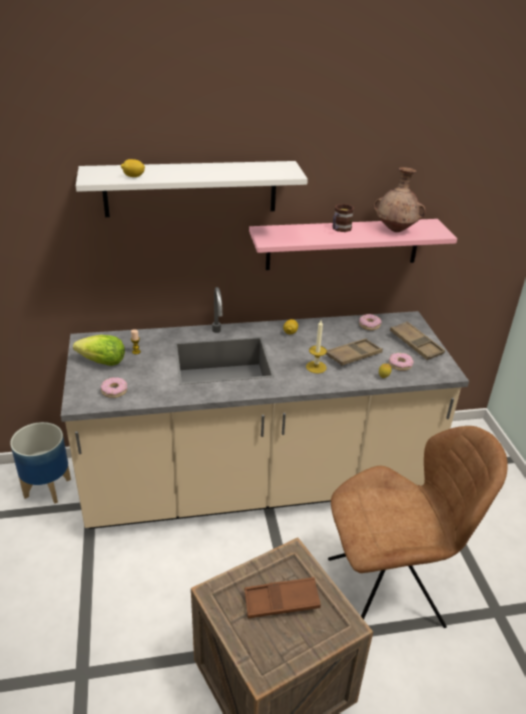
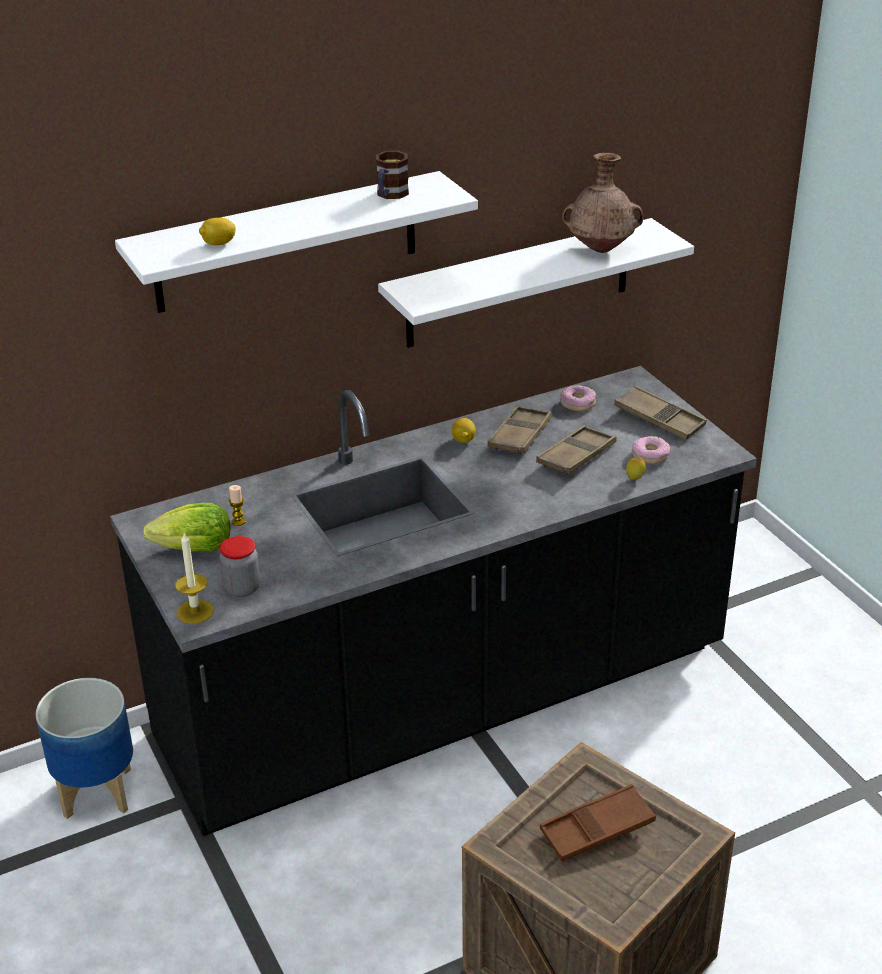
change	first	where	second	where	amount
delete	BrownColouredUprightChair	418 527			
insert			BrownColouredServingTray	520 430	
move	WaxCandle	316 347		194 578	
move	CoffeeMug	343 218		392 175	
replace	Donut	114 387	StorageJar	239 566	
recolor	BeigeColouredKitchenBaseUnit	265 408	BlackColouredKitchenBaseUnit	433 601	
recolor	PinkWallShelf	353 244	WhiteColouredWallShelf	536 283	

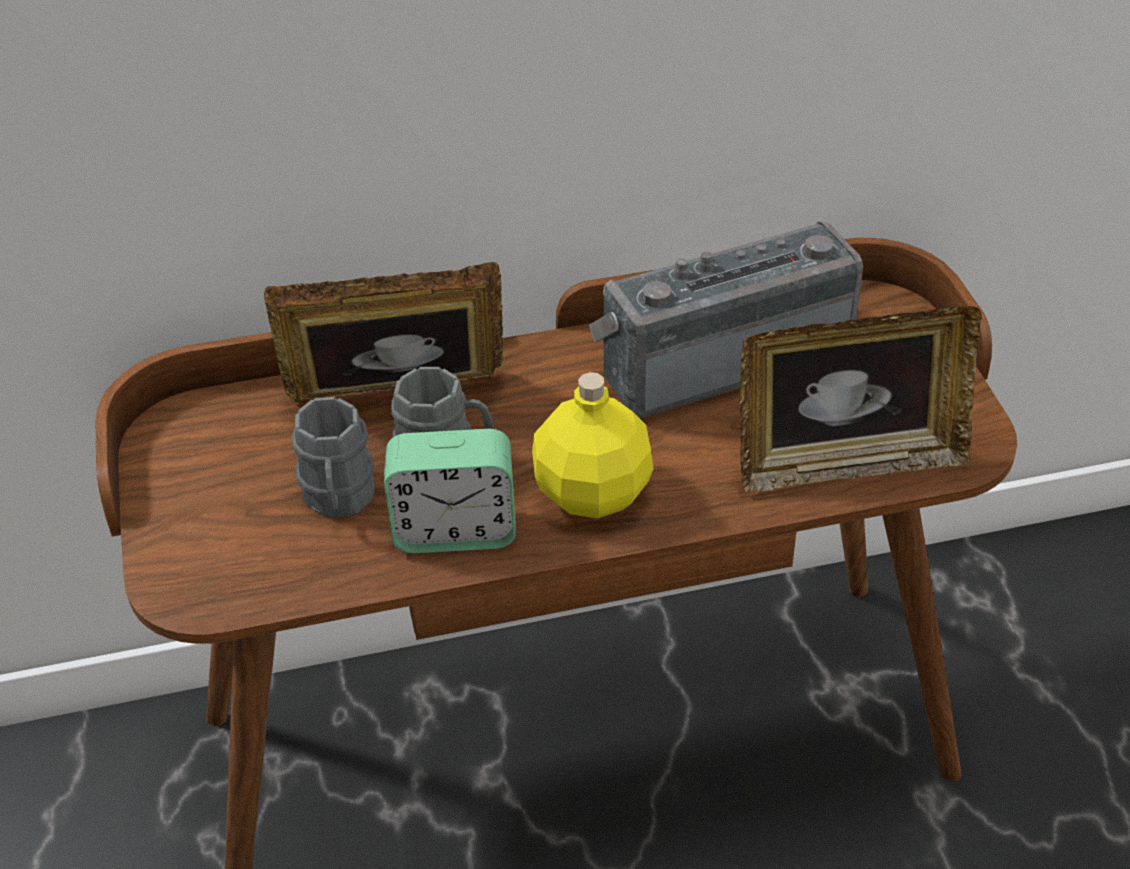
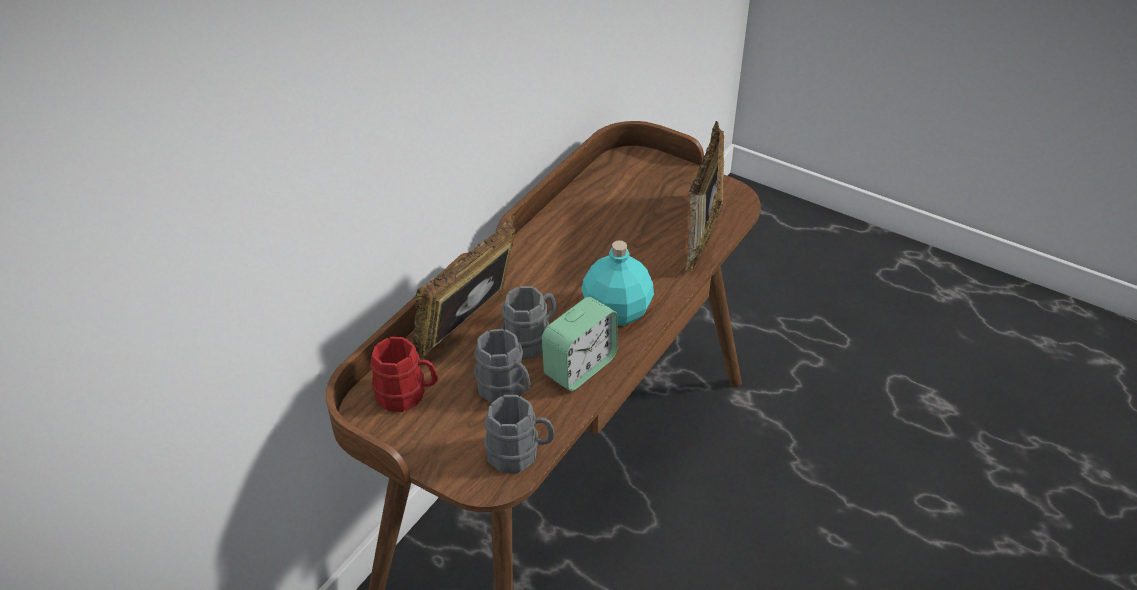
change	first	where	second	where	amount
delete	RadioReceiver	726 319			
insert			RedCoffeeMug	404 374	
insert			GreyishCoffeeMug	519 434	
recolor	YellowColouredBeverageBottle	592 445	BlueGreenBeverageBottle	618 283	
rotate	PictureFrame	861 399		703 197	150 degrees clockwise

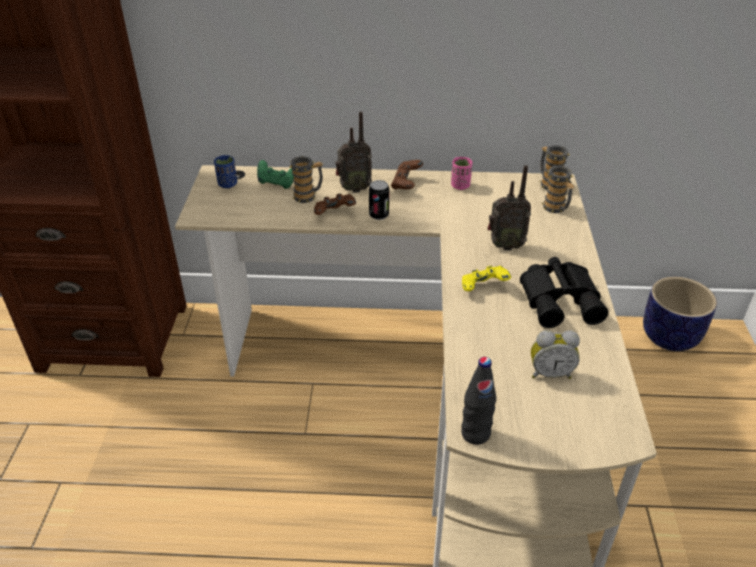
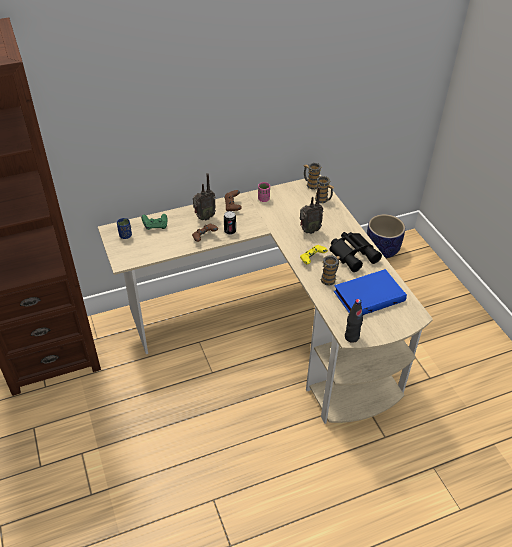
change	first	where	second	where	amount
move	CoffeeMug	306 179		330 270	
replace	TableClock	555 354	BluishBoundBook	370 292	

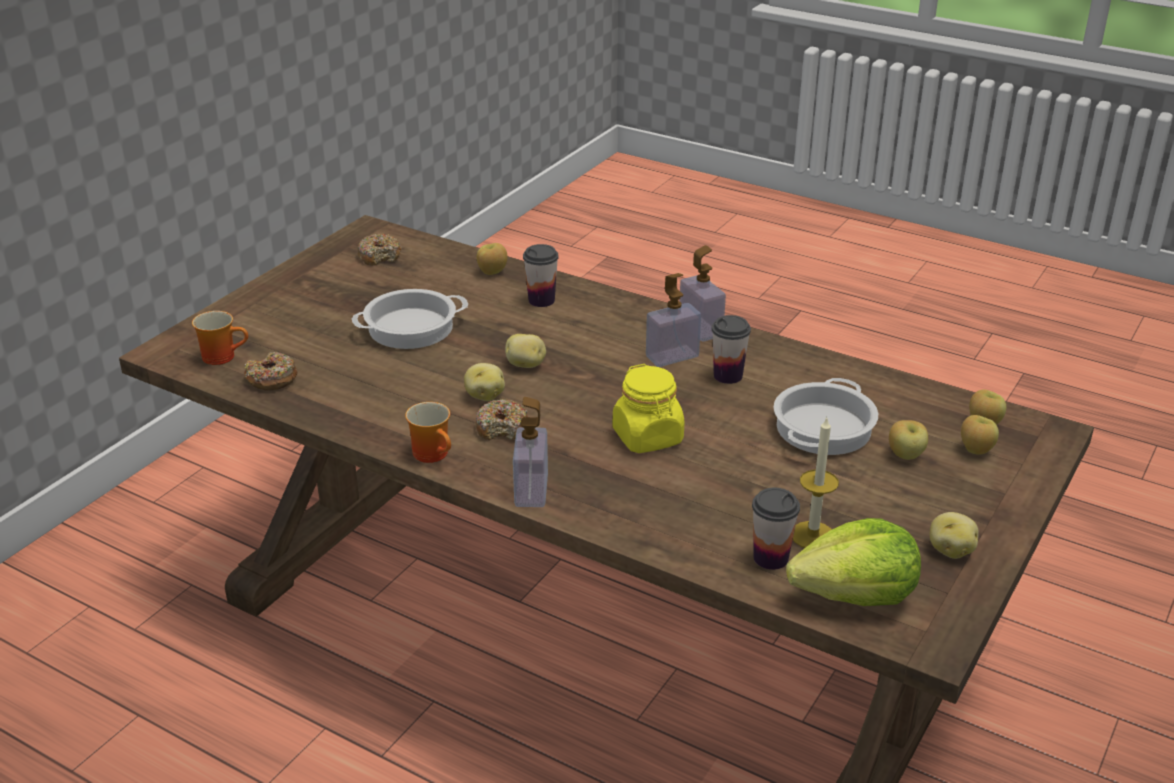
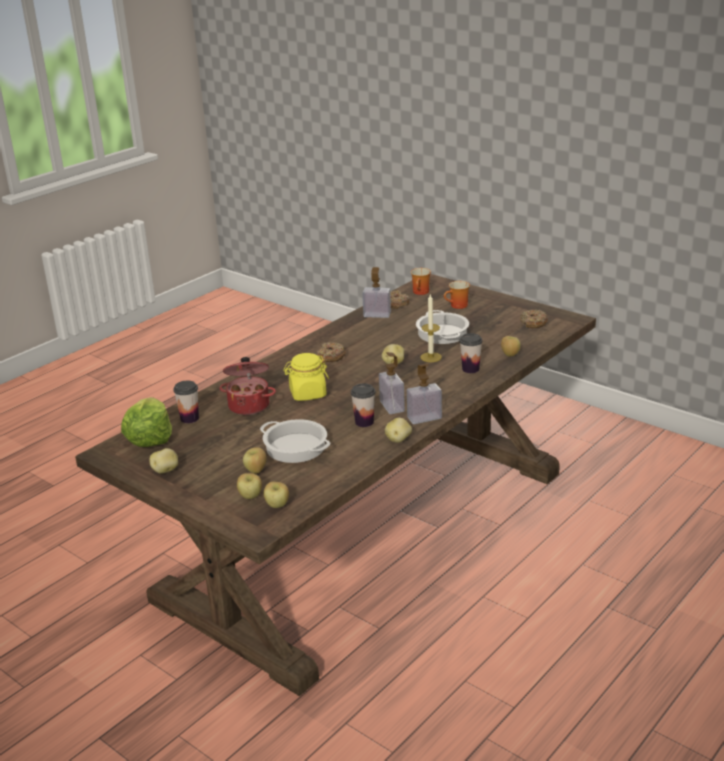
change	first	where	second	where	amount
insert			CookingPot	247 386	
move	CoffeeMug	428 432		457 295	
move	Spud	484 382		398 430	
move	LiquidSoapBottle	530 452		376 292	
move	WaxCandle	816 483		431 328	

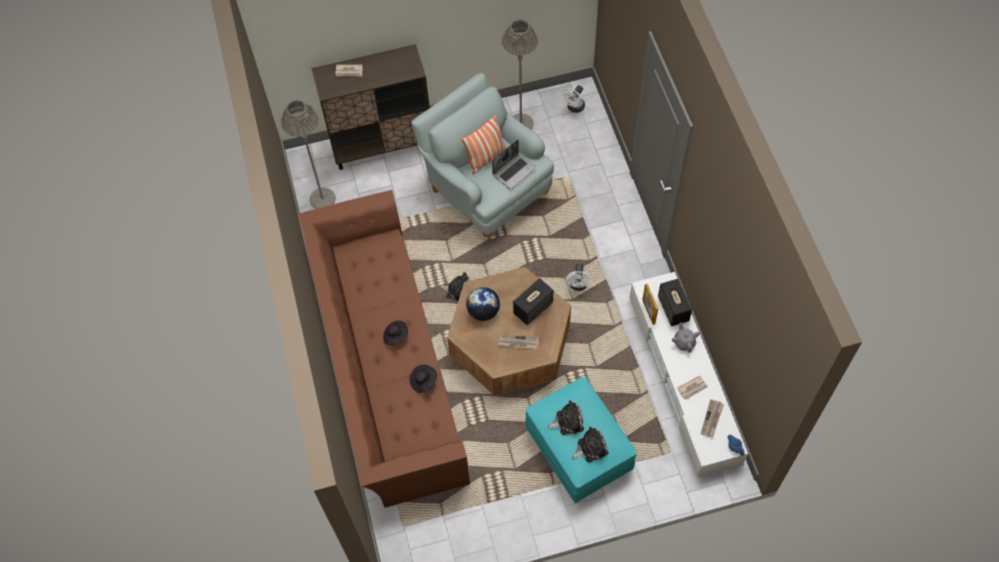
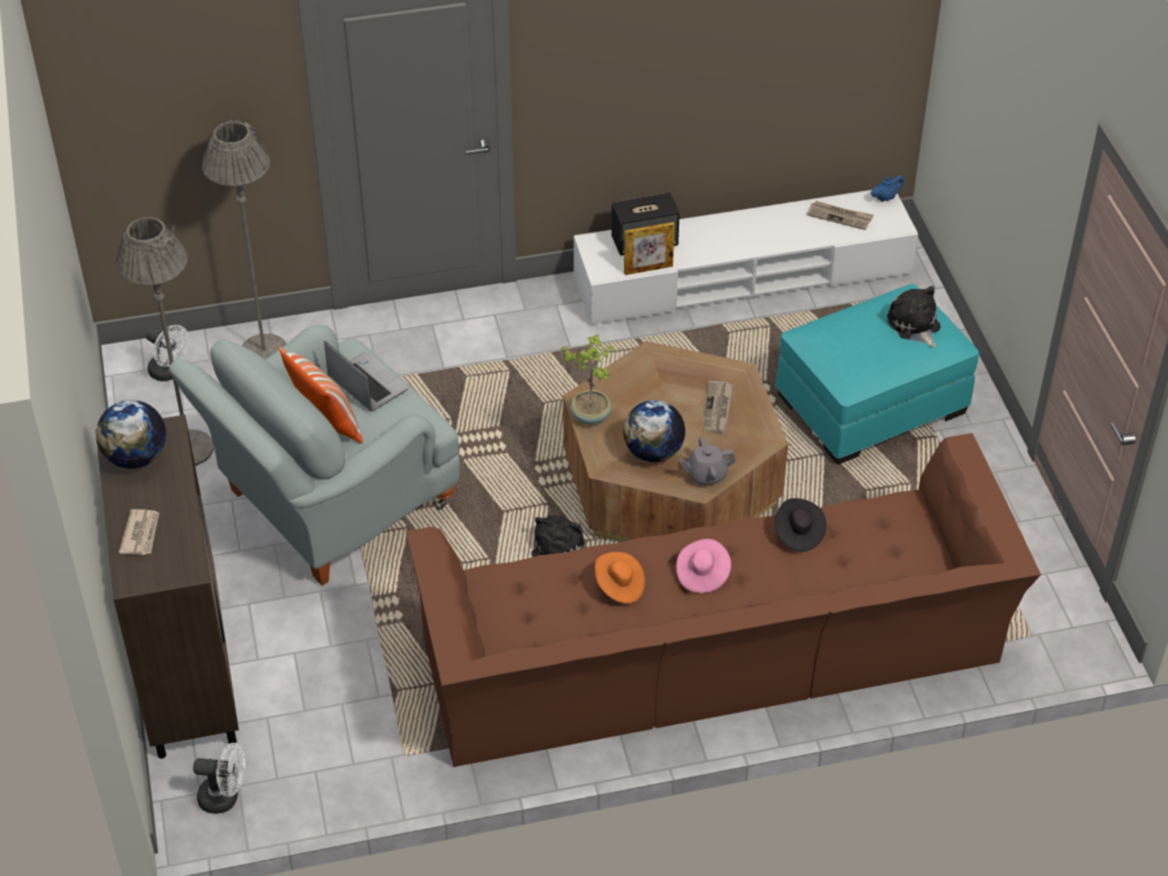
change	first	where	second	where	amount
delete	Loudspeaker	533 301			
delete	SoftToy	566 417			
delete	PrintedPaper	692 388			
insert			WorldGlobe	131 434	
insert			PlantInAPot	588 380	
insert			OrangeColouredWearableHat	620 578	
move	GreyishStandardLamp	308 154		244 239	
move	WhiteColouredElectricFan	578 277		219 778	
move	GreyishPotForTea	686 337		707 461	
recolor	BlackColouredWearableHat	395 332	PinkWearableHat	703 566	

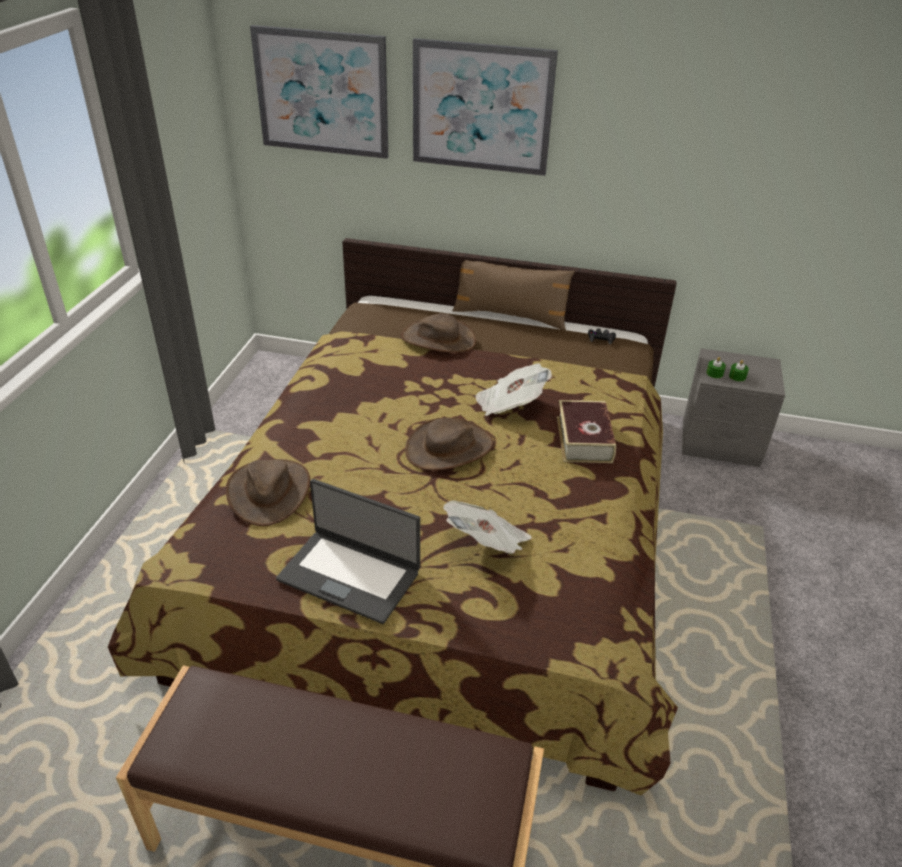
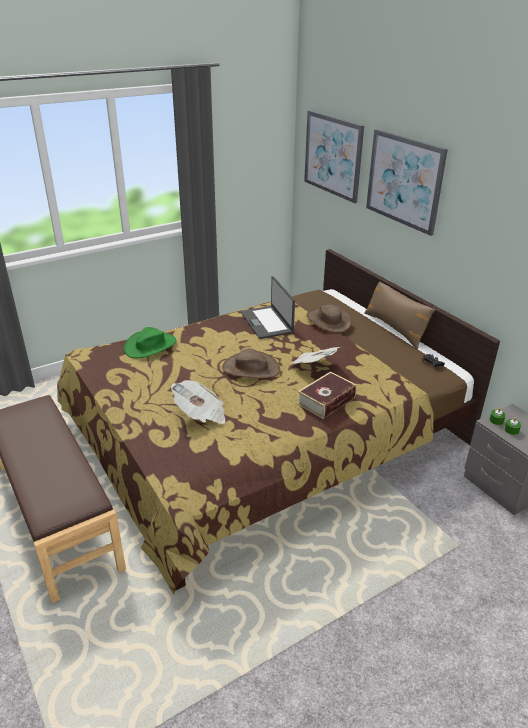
change	first	where	second	where	amount
move	Laptop	348 551		268 307	
recolor	BrownColouredWearableHat	268 492	GreenWearableHat	150 342	

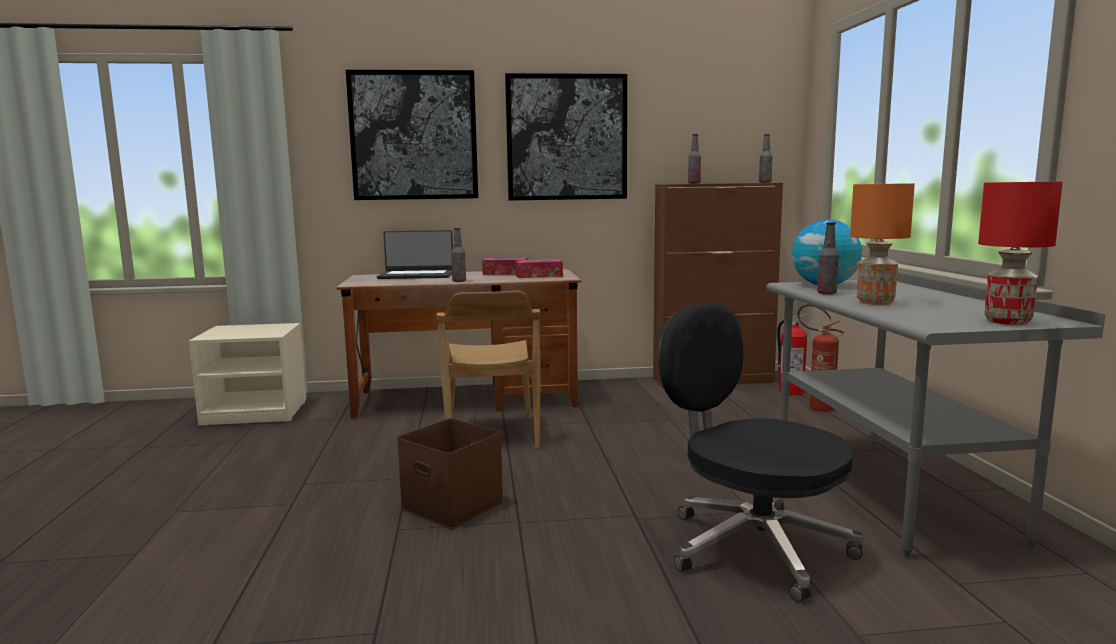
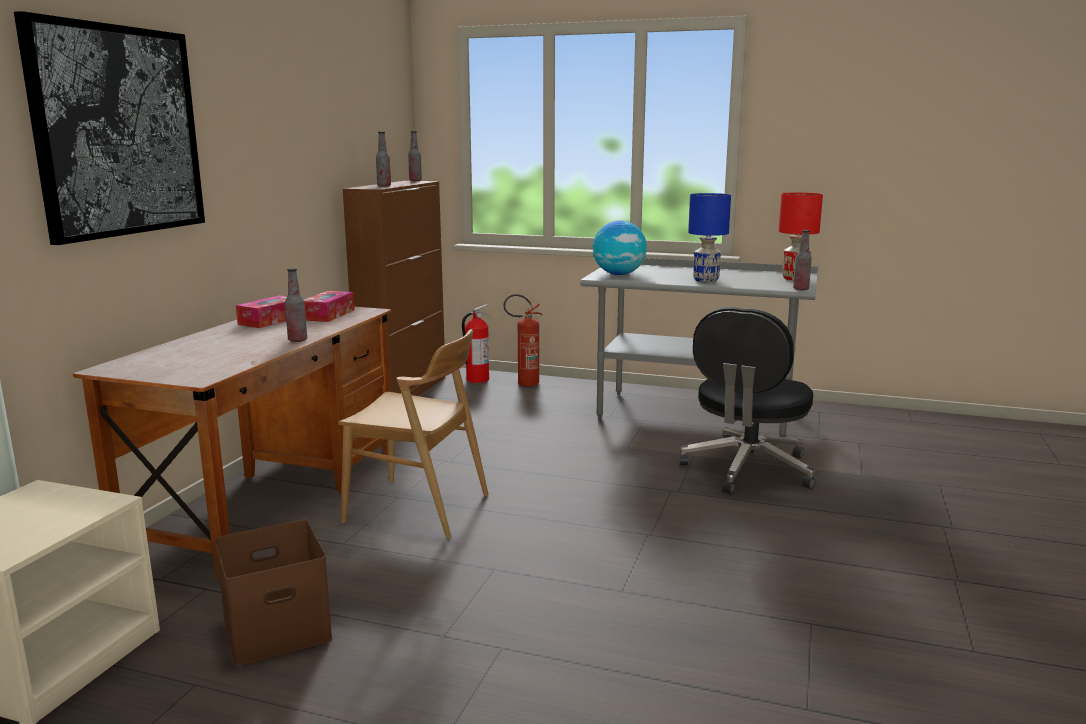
change	first	where	second	where	amount
delete	Laptop	415 254			
delete	WallArt	566 137			
move	BrownColouredStorageBox	450 473		274 593	
move	BeverageBottle	828 258		802 260	
recolor	OrangeColouredLampForATable	882 244	BluishLampForATable	709 237	
rotate	BlackColouredDeskChair	761 452		746 400	45 degrees counterclockwise

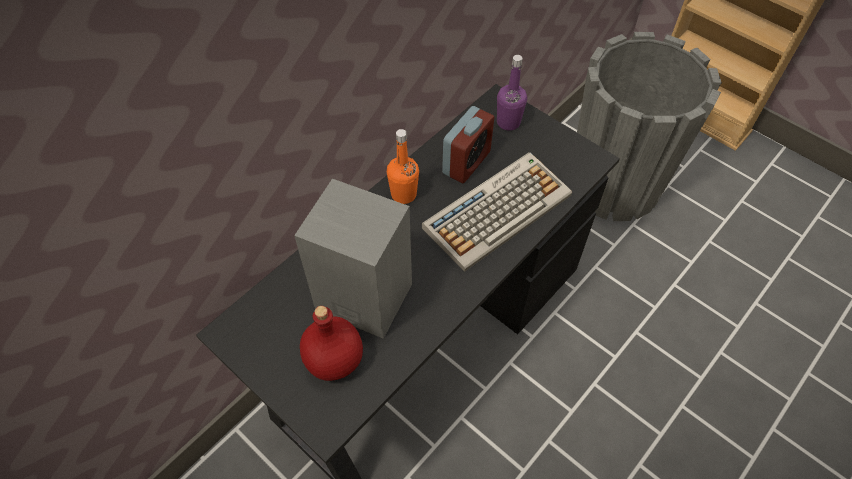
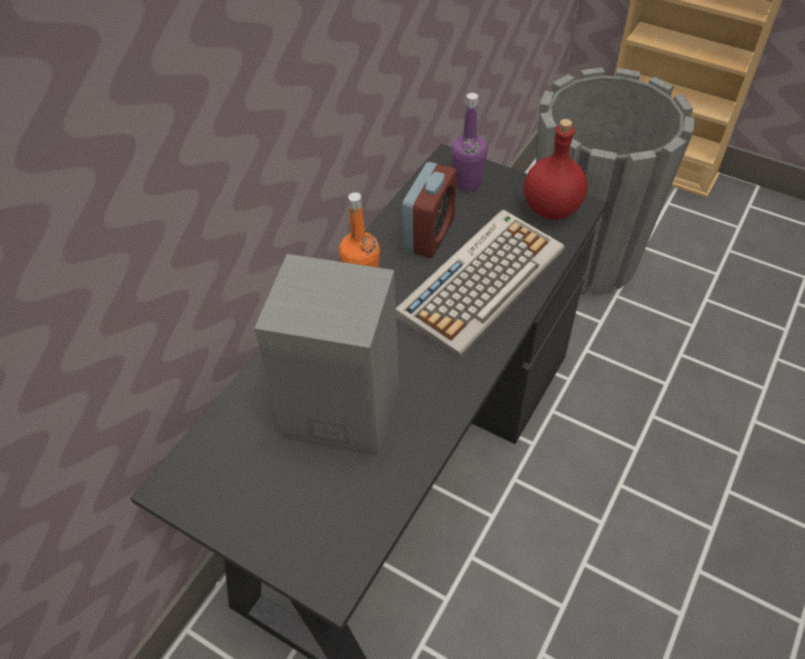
change	first	where	second	where	amount
move	RedBeverageBottle	331 343		556 169	

